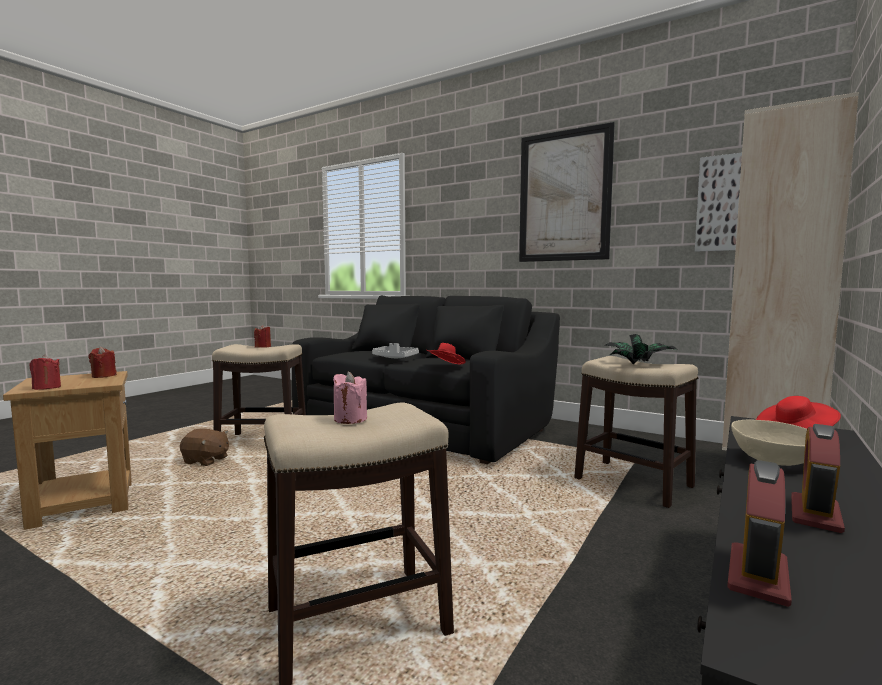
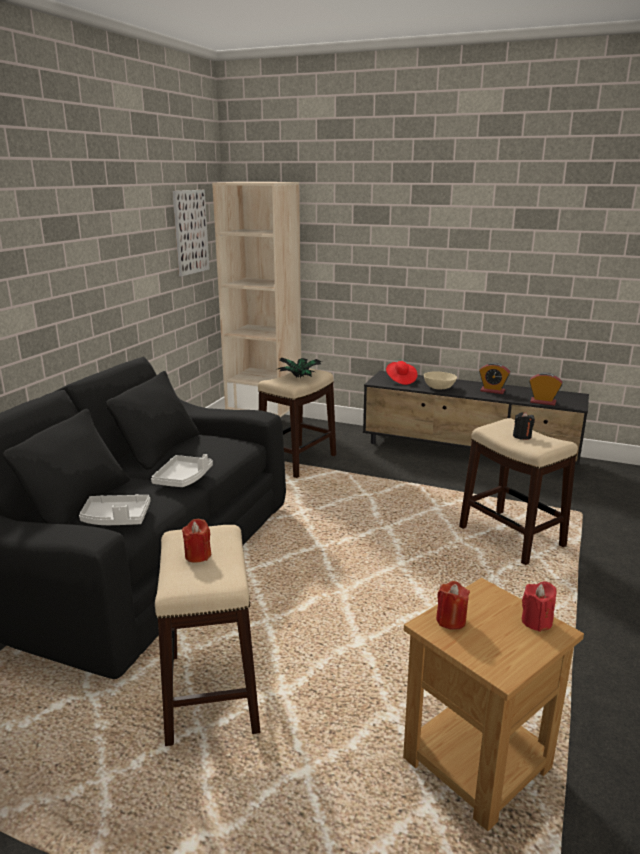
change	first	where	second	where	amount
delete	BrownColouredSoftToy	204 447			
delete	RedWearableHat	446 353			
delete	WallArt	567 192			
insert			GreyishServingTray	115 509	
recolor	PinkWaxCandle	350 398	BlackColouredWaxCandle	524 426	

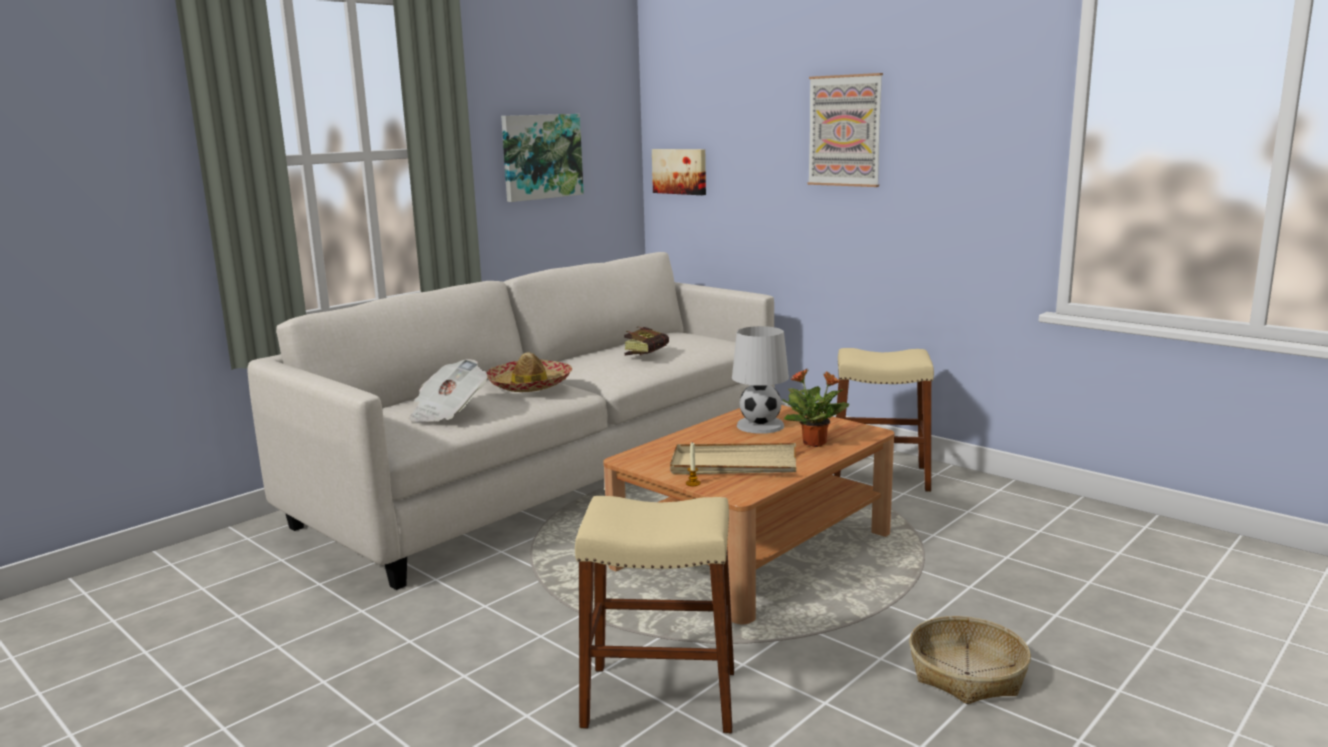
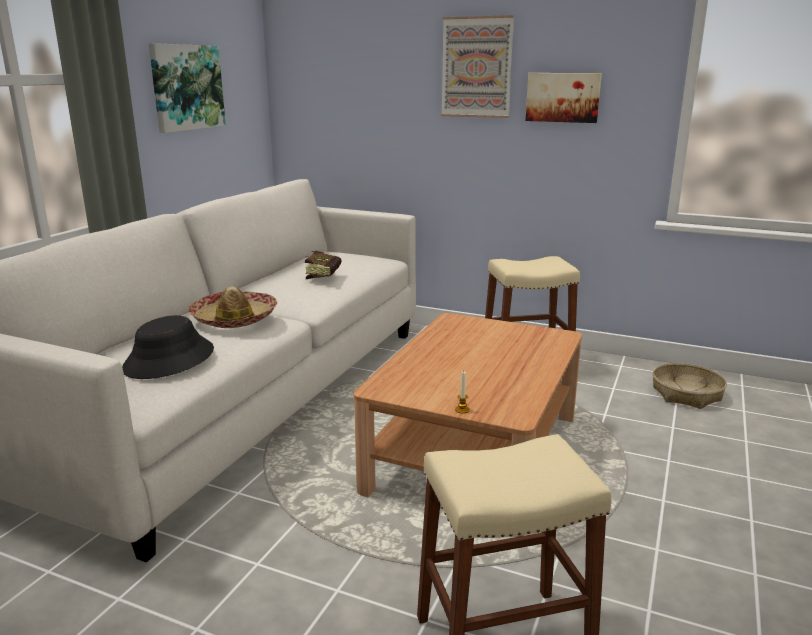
change	first	where	second	where	amount
delete	BeigeColouredServingTray	733 459			
delete	WhiteColouredLampForATable	760 380			
delete	PlantInAPot	815 408			
move	WallArt	679 172		564 98	
move	Basket	970 660		690 386	
replace	PrintedPaper	448 390	BlackColouredWearableHat	168 347	

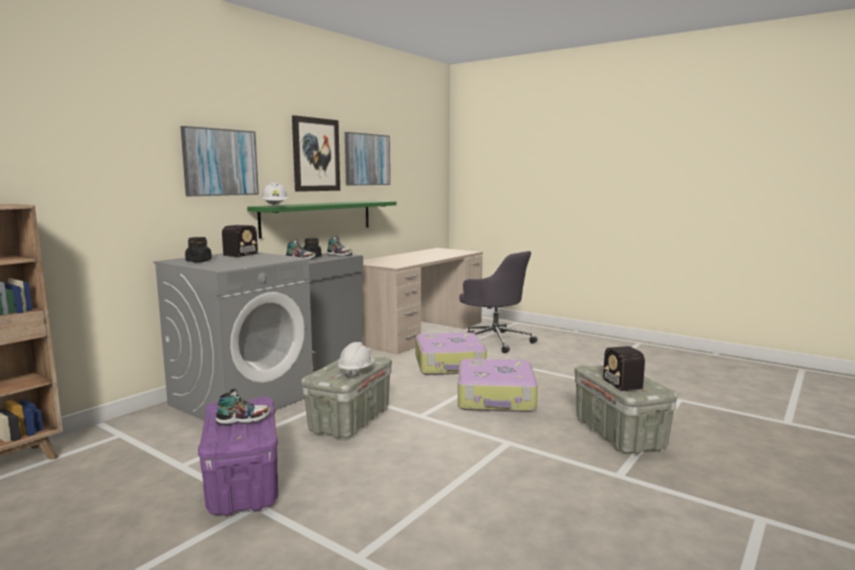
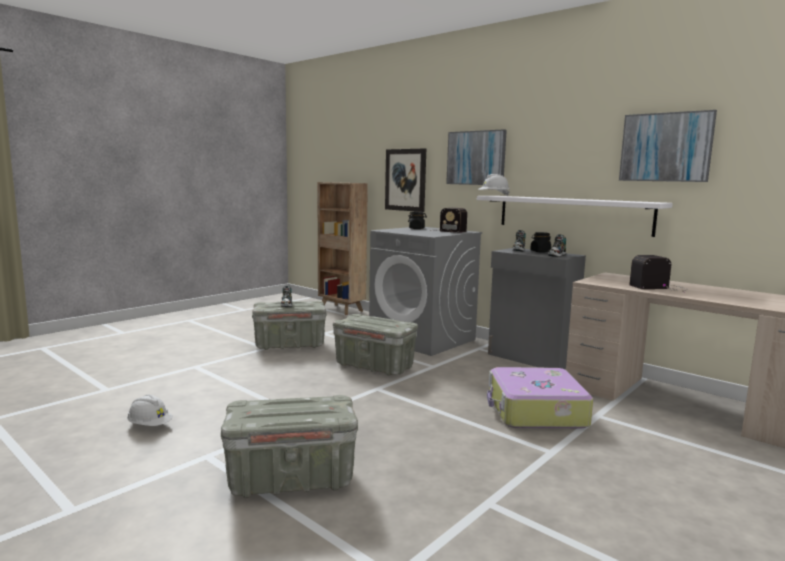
change	first	where	second	where	amount
delete	TravelCase	498 385			
delete	GreyishDeskChair	498 302			
move	WallArt	316 153		405 180	
move	WhiteColouredHardHat	356 360		150 410	
move	RadioReceiver	619 368		658 273	
recolor	PurplishStorageBox	238 456	GreyishStorageBox	289 325	
recolor	GreenWallShelf	321 219	WhiteColouredWallShelf	575 216	

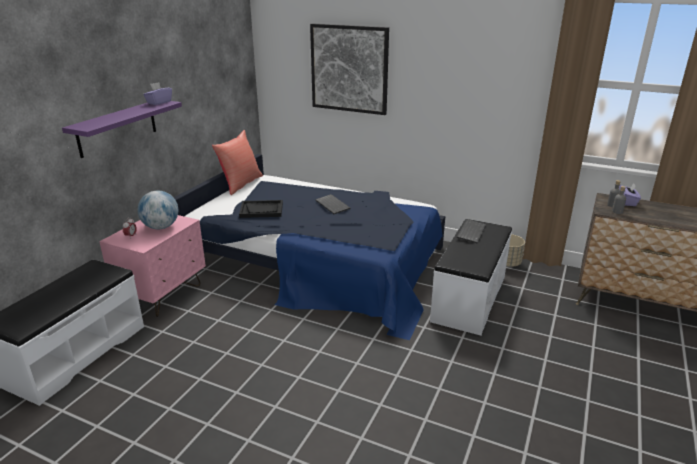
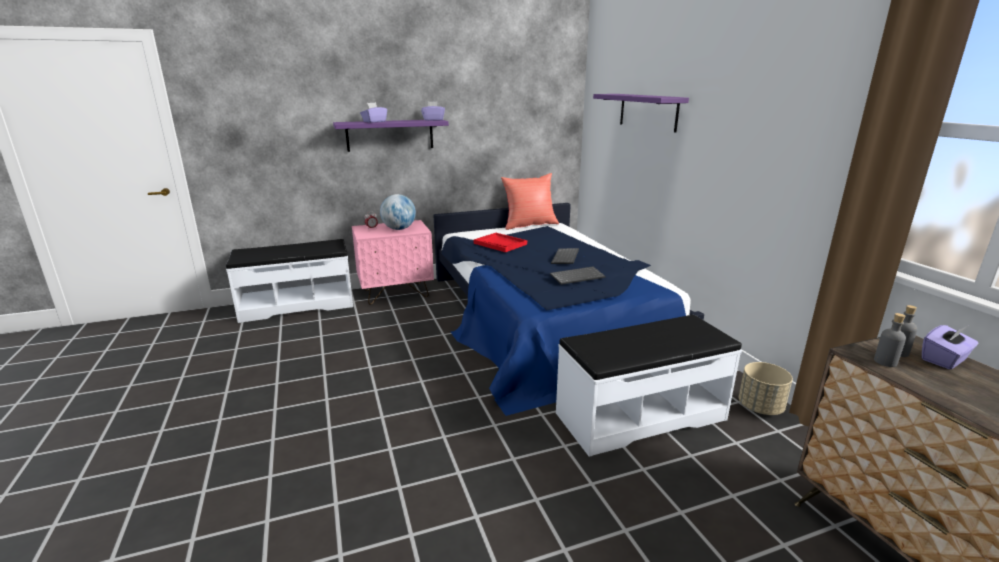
change	first	where	second	where	amount
insert			PurplishTissueHolder	373 112	
move	Keyboard	471 231		578 276	
replace	WallArt	349 69	PurplishWallShelf	641 113	
recolor	BlackColouredServingTray	261 209	RedServingTray	500 242	

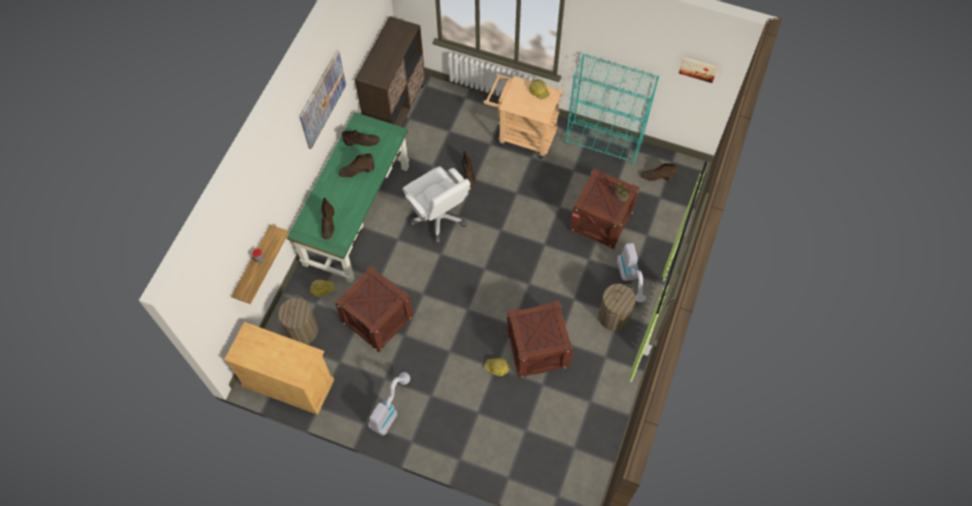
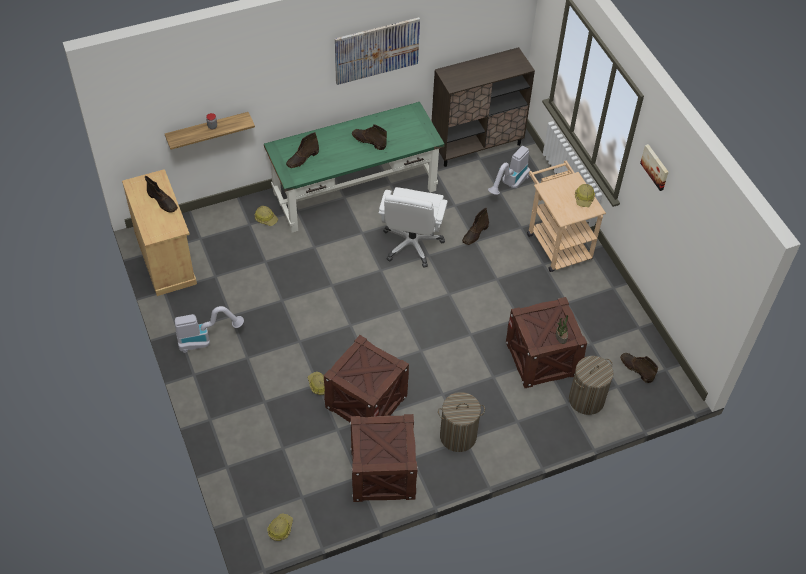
change	first	where	second	where	amount
delete	BlueGreenShelvingUnit	612 109			
insert			HardHat	280 527	
move	Hamper	298 319		591 385	
move	ShippingCrate	374 309		384 458	
move	BrownColouredHighTopBoot	361 138		161 194	
move	Hoover	631 272		509 170	
move	WallArt	698 70		654 167	

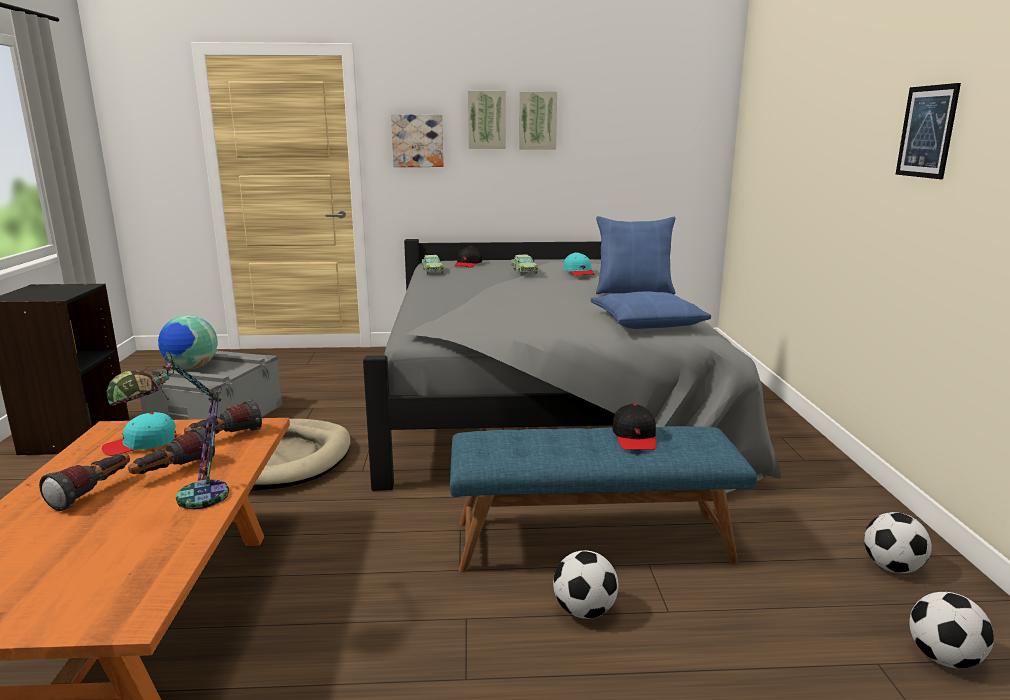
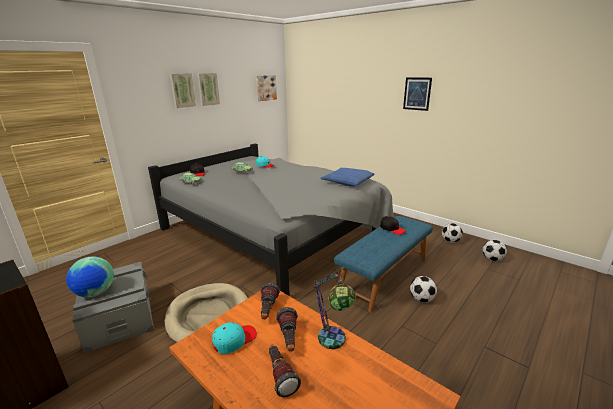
change	first	where	second	where	amount
delete	BluishPillow	636 255			
move	WallArt	417 140		266 88	
rotate	BlueGreenBaseballCap	139 434		234 338	150 degrees counterclockwise

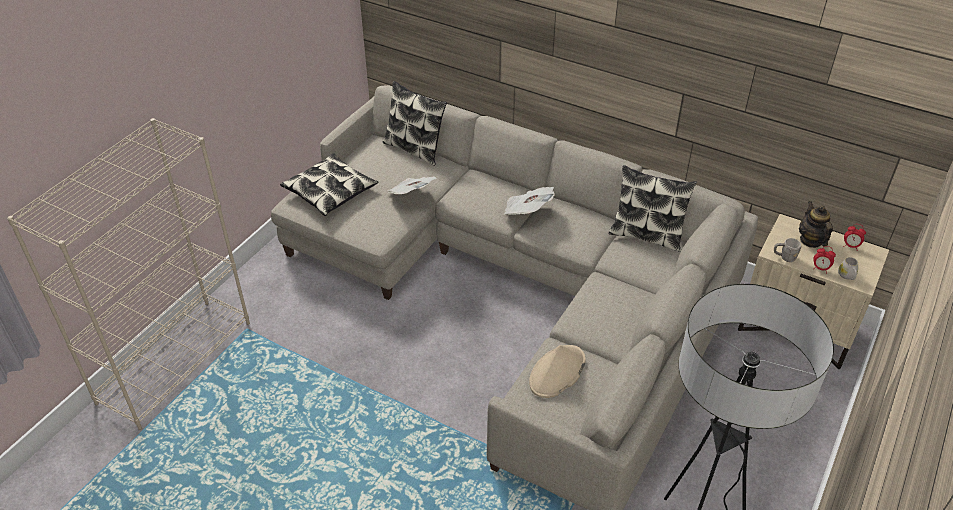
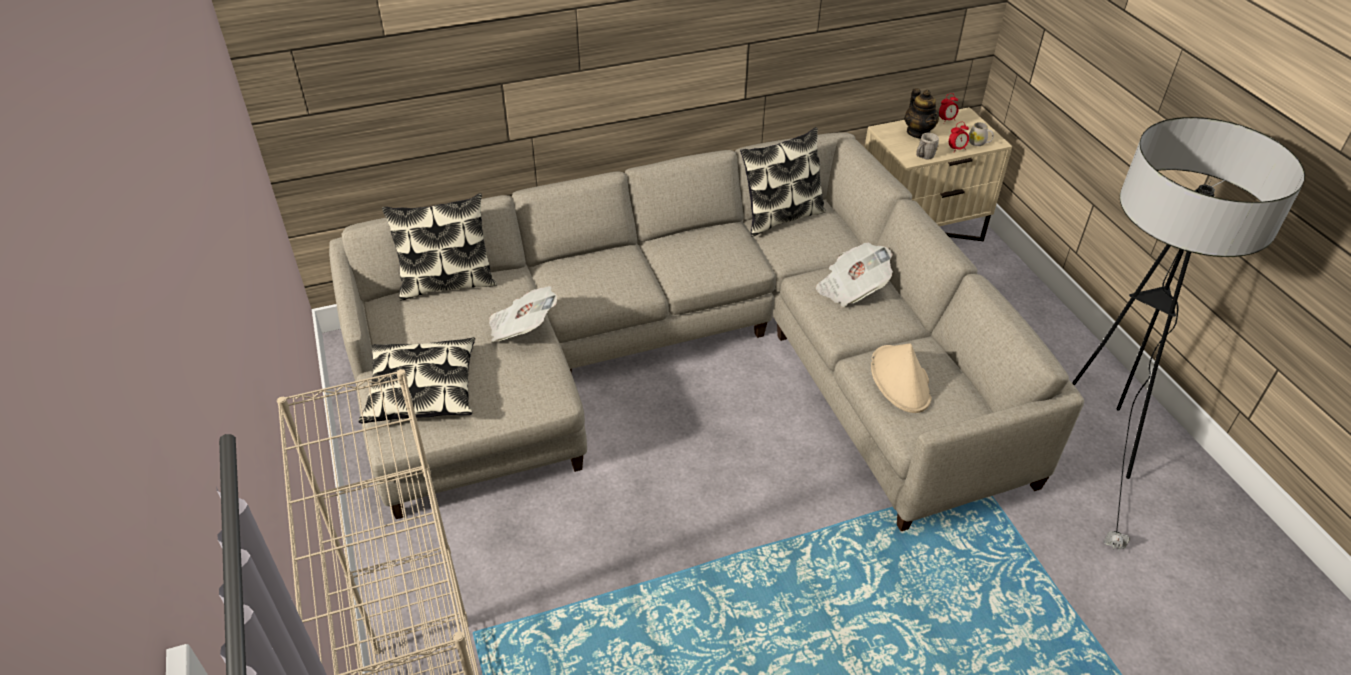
change	first	where	second	where	amount
move	PrintedPaper	529 201		854 275	
rotate	PotForTea	816 224		922 113	135 degrees counterclockwise

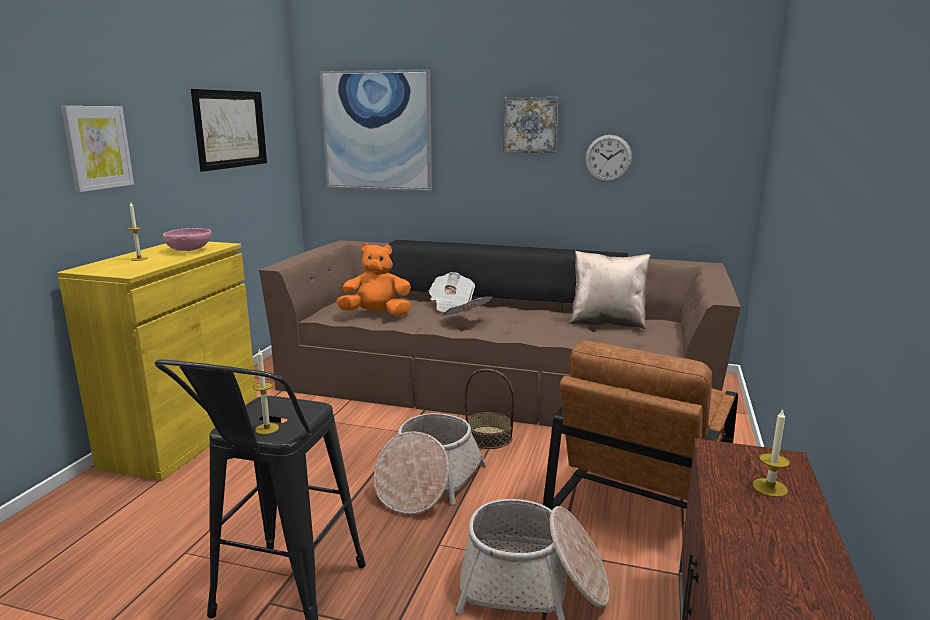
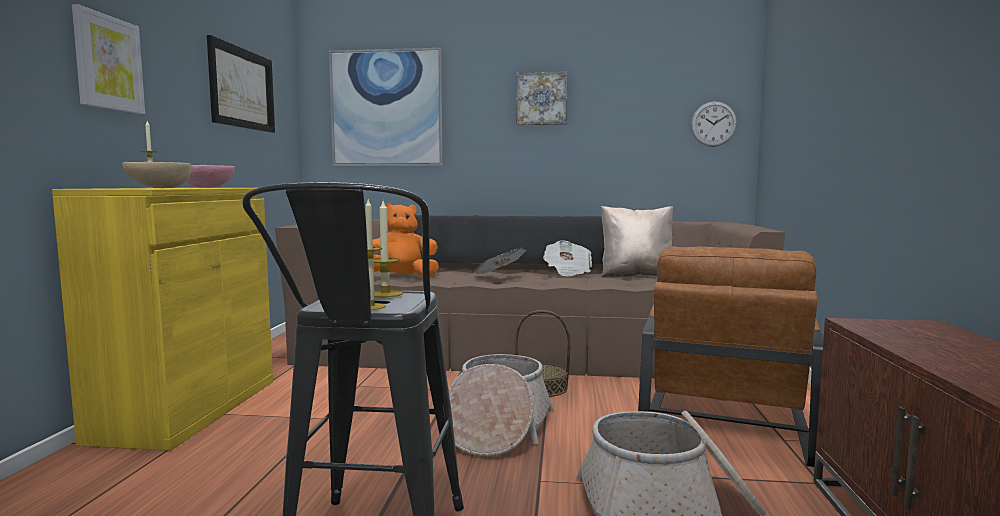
change	first	where	second	where	amount
insert			BeigeColouredDeepDish	156 175	
move	PrintedPaper	451 292		567 258	
move	WallClock	608 158		714 124	
move	WaxCandle	771 452		388 249	

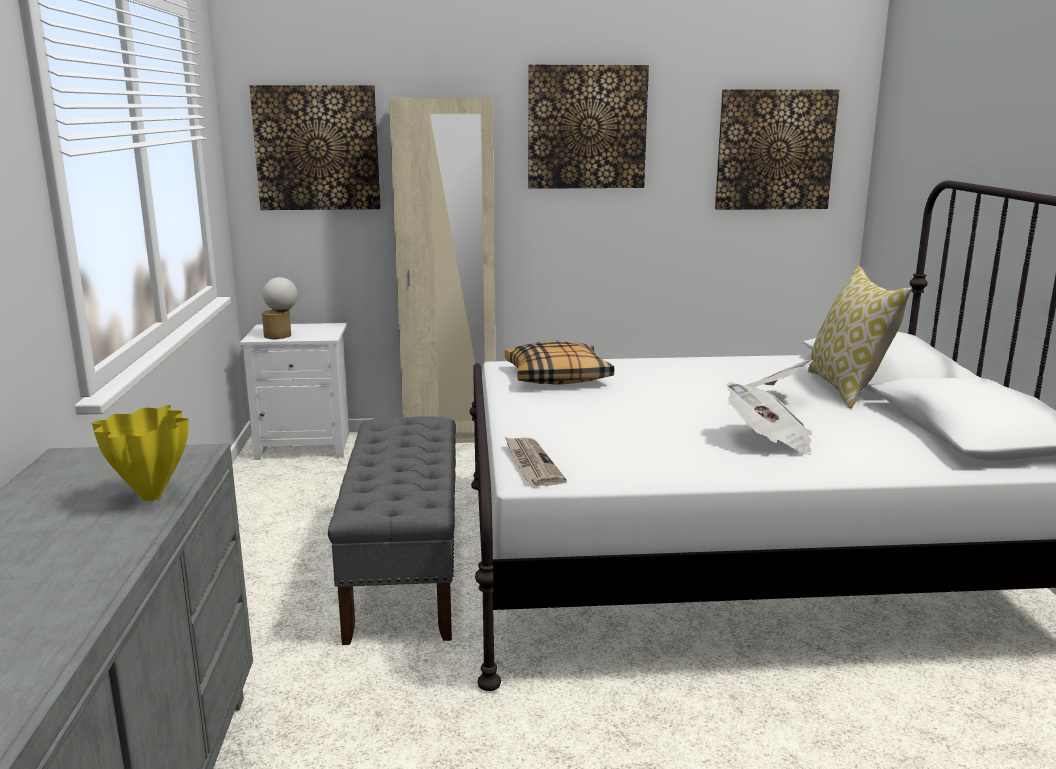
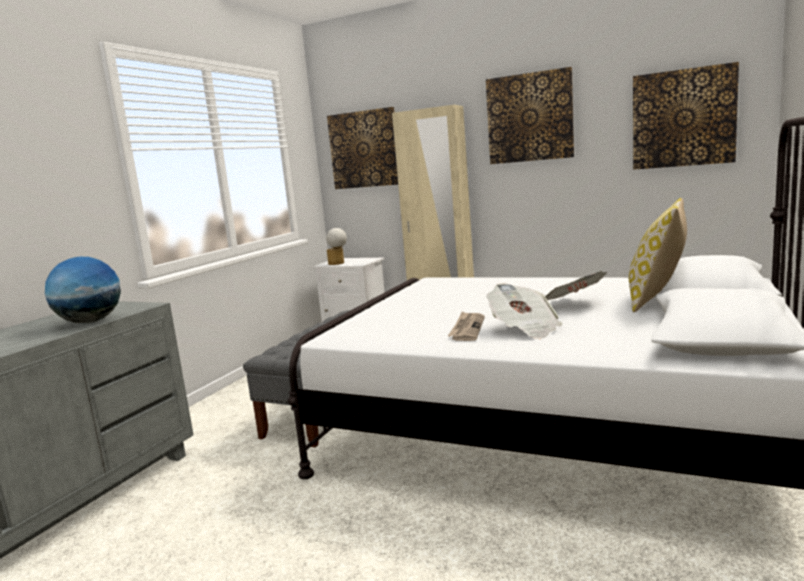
change	first	where	second	where	amount
delete	Pillow	559 363			
move	PrintedPaper	536 461		466 326	
replace	YellowColouredFlowerVase	140 453	WorldGlobe	83 290	

